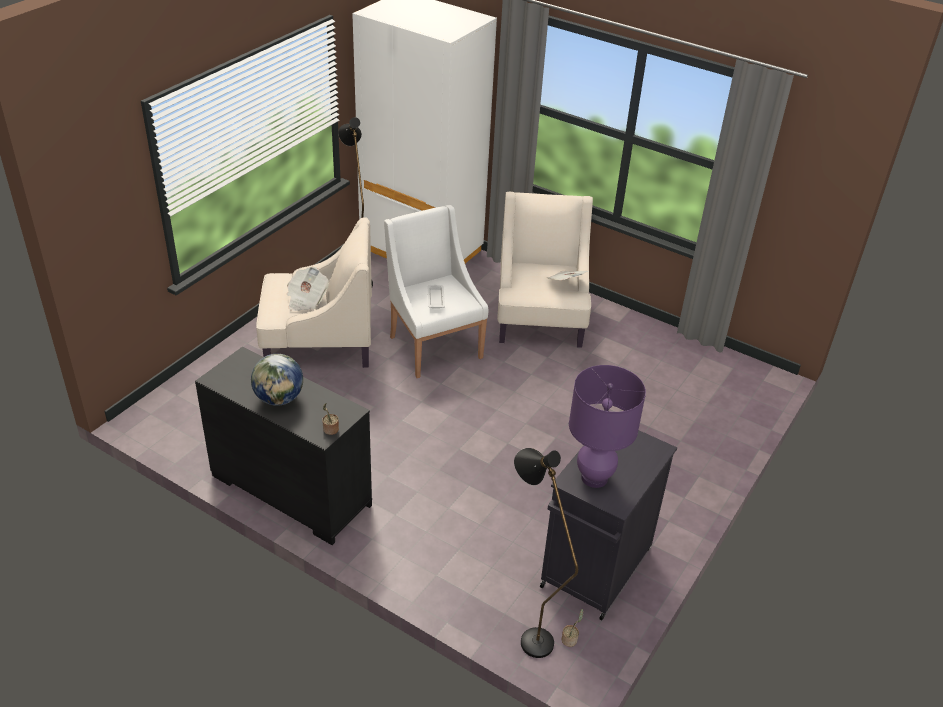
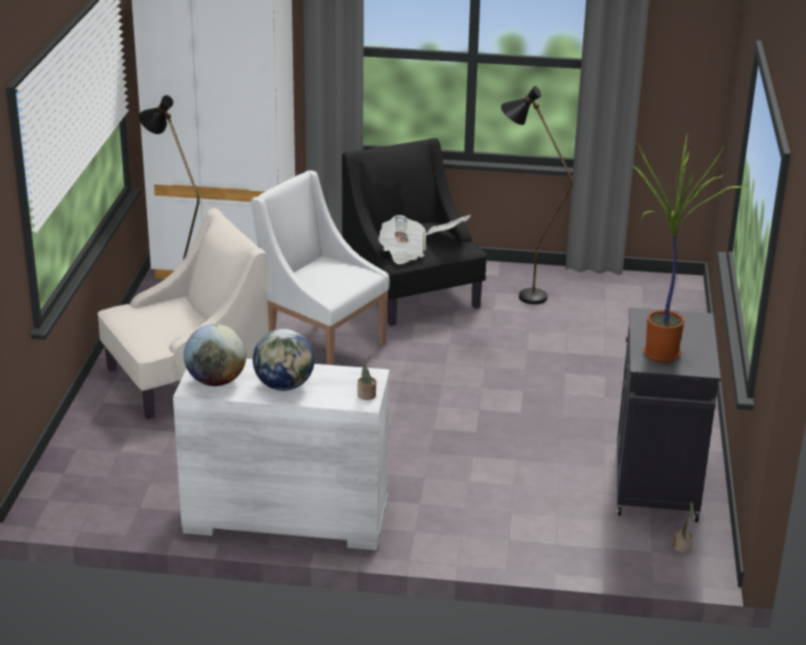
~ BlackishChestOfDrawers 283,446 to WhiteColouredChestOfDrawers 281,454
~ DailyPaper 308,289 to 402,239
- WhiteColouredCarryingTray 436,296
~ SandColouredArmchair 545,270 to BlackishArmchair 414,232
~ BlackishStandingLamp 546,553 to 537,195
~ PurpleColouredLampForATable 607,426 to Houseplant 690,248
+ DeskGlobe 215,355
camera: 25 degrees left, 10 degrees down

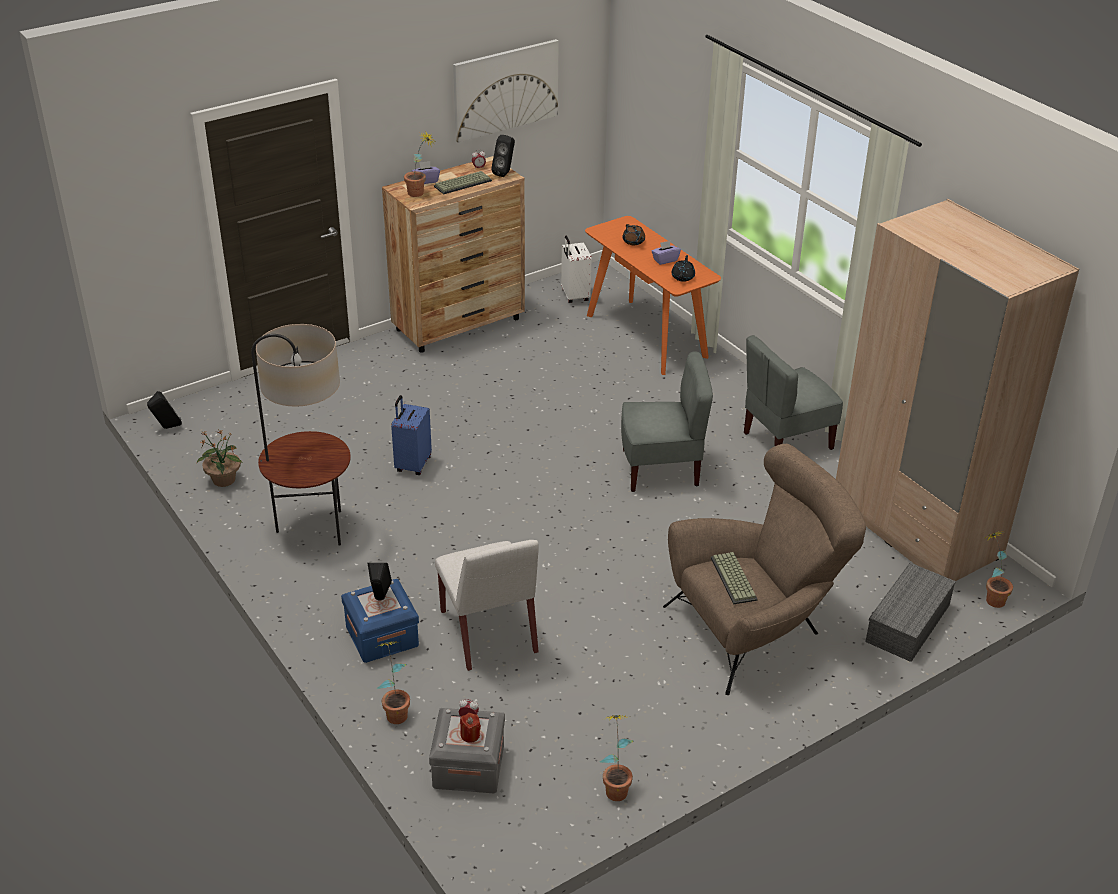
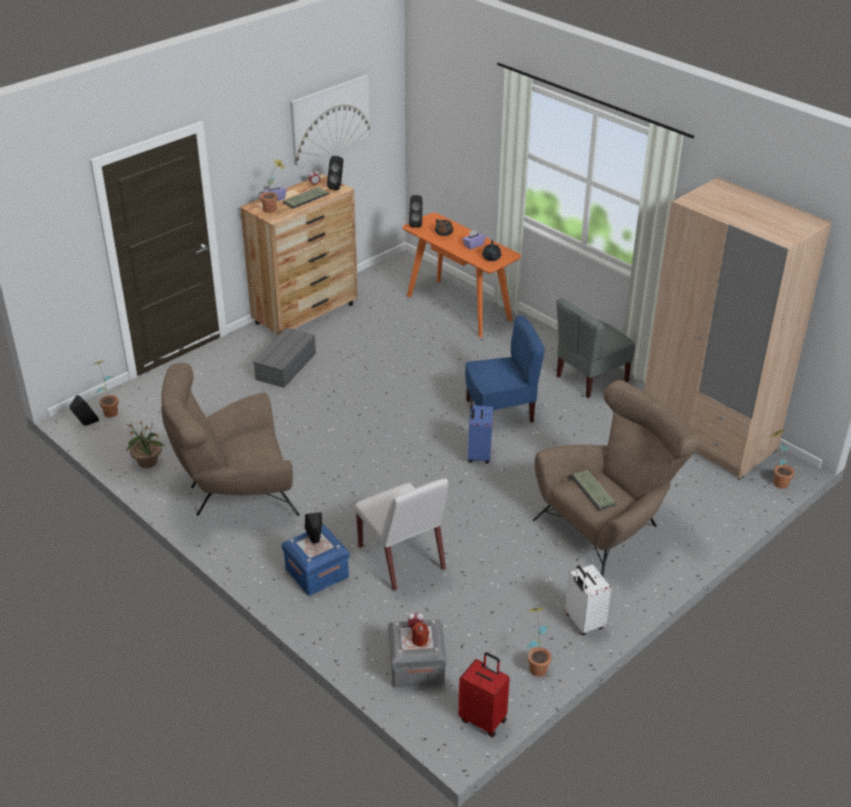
~ StandingLamp 301,435 to BrownishArmchair 230,439
~ Houseplant 392,683 to 106,388
~ BlueTravelCase 411,435 to 480,431
~ WhiteColouredTravelCase 576,269 to 588,599
~ GreyishUprightChair 667,422 to BlueUprightChair 505,369
~ GreyishStorageBin 910,612 to 284,358
+ BlackishLoudspeaker 415,211
+ RedColouredTravelCase 484,694
camera: 10 degrees left, 0 degrees up

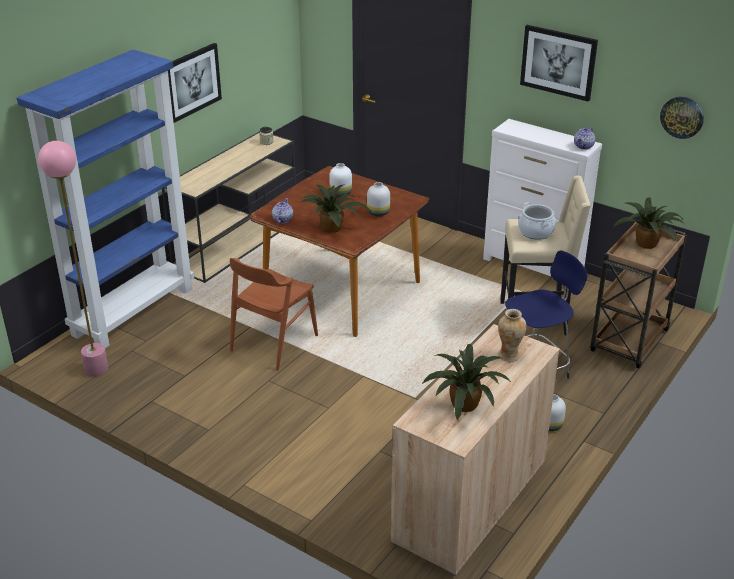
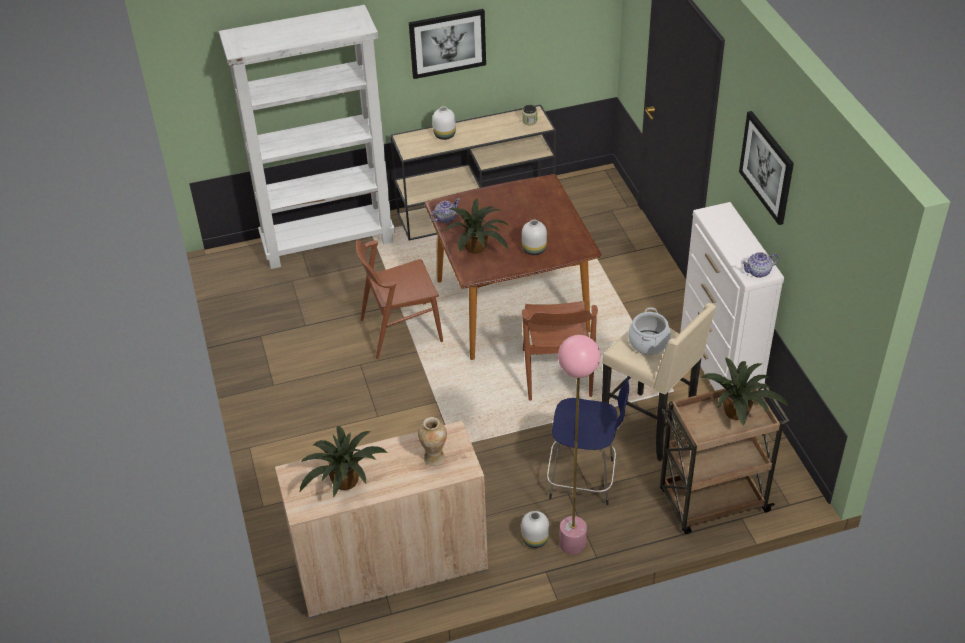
~ BlueShelvingUnit 105,199 to WhiteColouredShelvingUnit 307,137
~ PinkColouredStandingLamp 73,258 to 579,444
~ WhiteColouredDecorativeVase 340,180 to 444,123
- WallClock 682,118
+ BrownishUprightChair 560,351
camera: 40 degrees right, 10 degrees up

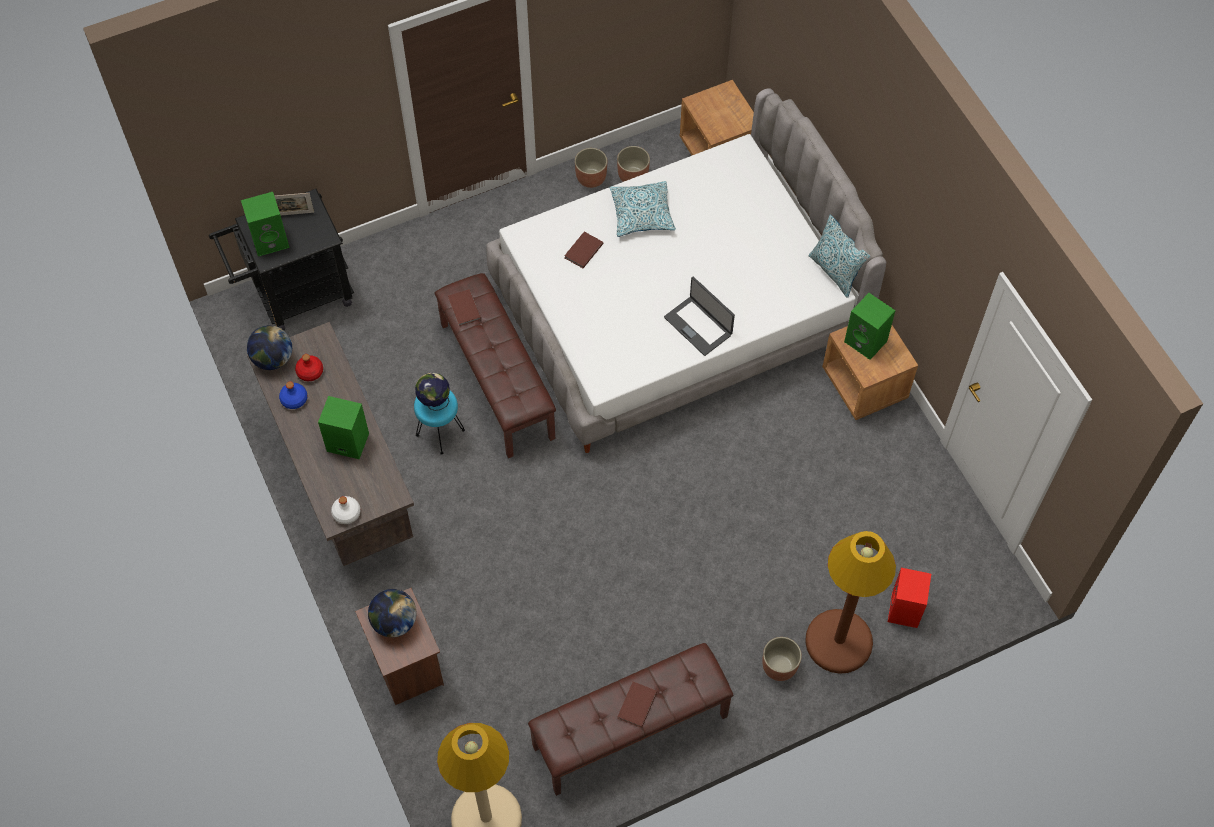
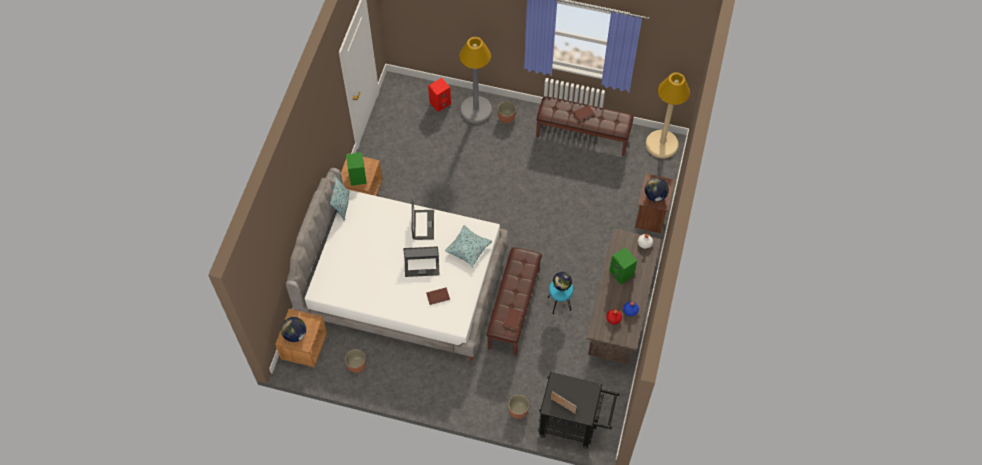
- GreenishLoudspeaker 265,224
~ DeskGlobe 269,347 to 293,329
~ PlantPot 591,168 to 518,407
~ Cushion 642,209 to 468,246
~ BrownishStandingLamp 850,602 to GreyishStandingLamp 475,80
+ Laptop 421,261
camera: 140 degrees left, 0 degrees up

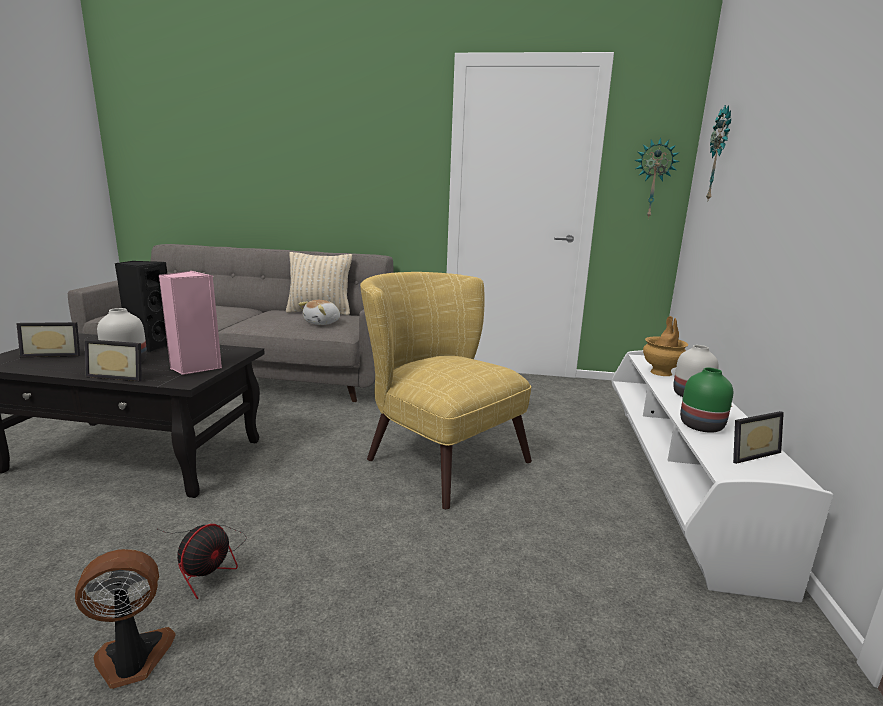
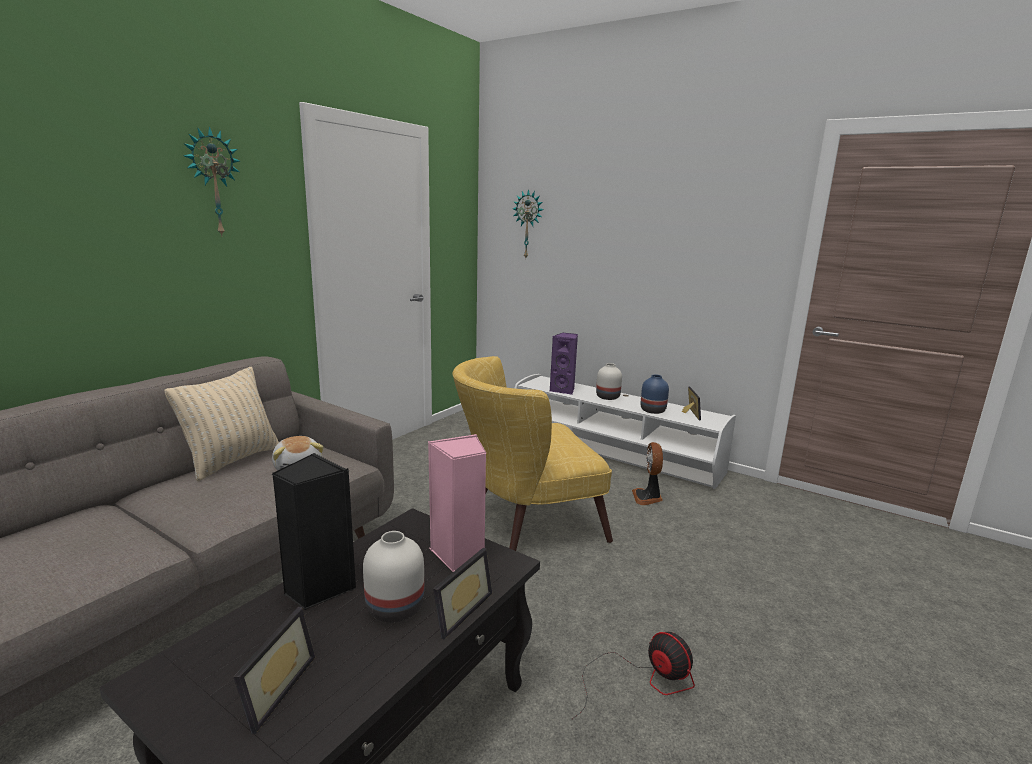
~ Fan 125,619 to 647,473
~ WallClock 657,178 to 211,181
~ BrownishDecorativeVase 665,346 to PurpleColouredLoudspeaker 564,364
~ GreenishDecorativeVase 706,400 to BlueDecorativeVase 654,394
camera: 65 degrees left, 0 degrees up

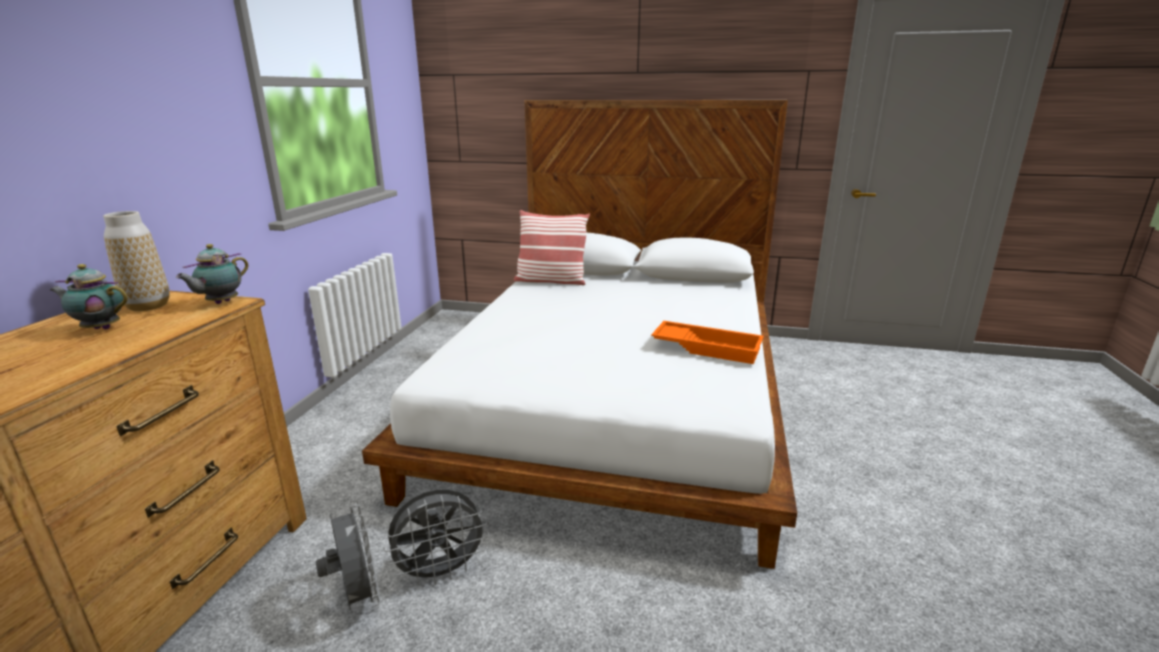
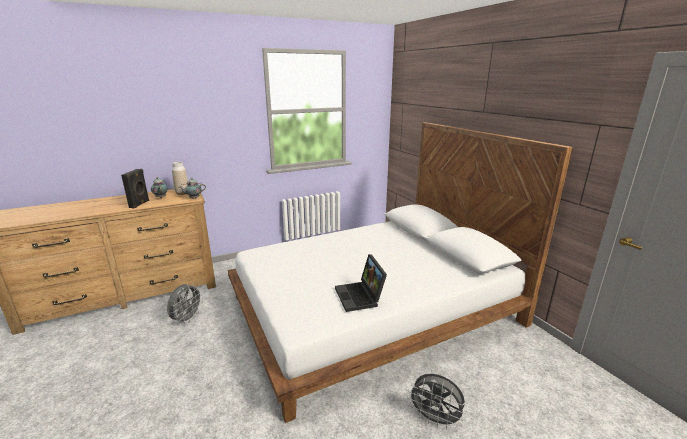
~ GreyishFan 436,537 to 437,401
- Cushion 552,247
~ OrangeyCarryingTray 707,342 to Laptop 361,283
+ BlackishLoudspeaker 135,189
camera: 50 degrees right, 0 degrees up

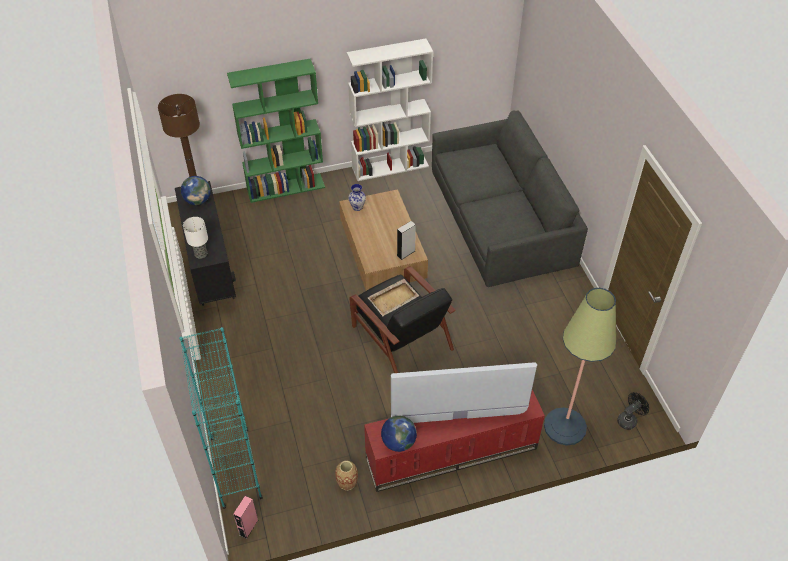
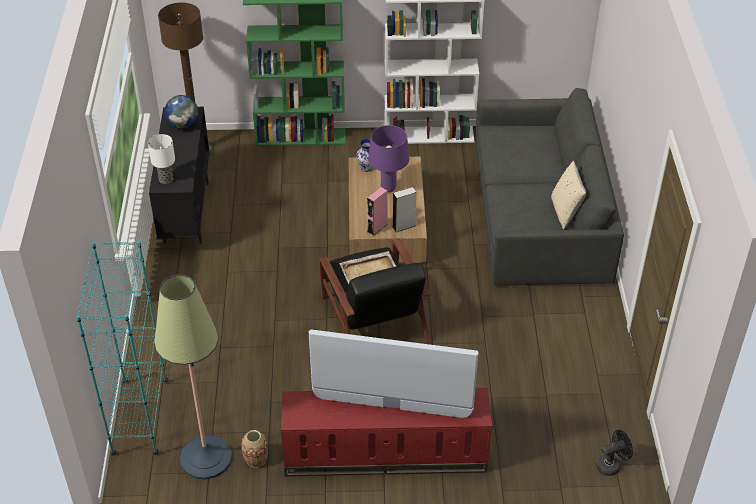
~ PinkColouredLoudspeaker 245,517 to 377,211
- DeskGlobe 399,434
~ StandingLamp 580,367 to 193,377
+ PurpleColouredLampForATable 388,158
+ SandColouredCushion 568,195
camera: 15 degrees right, 5 degrees down

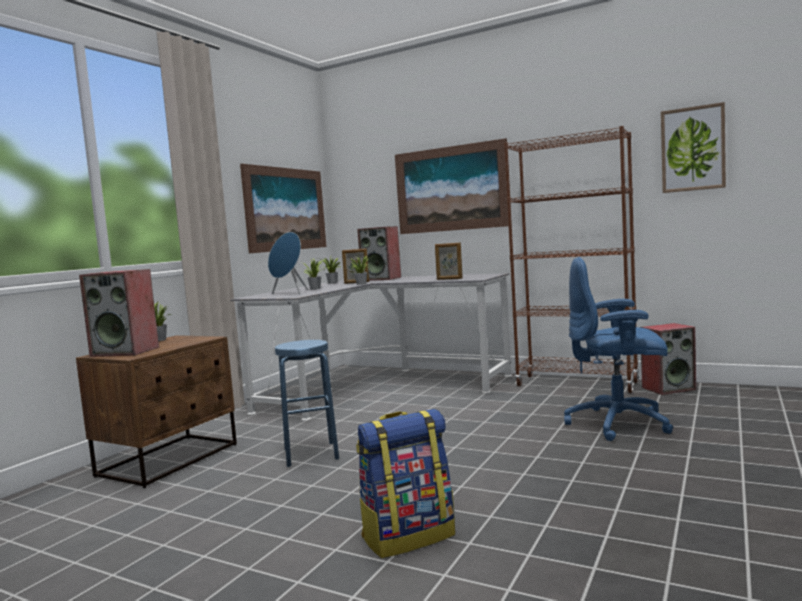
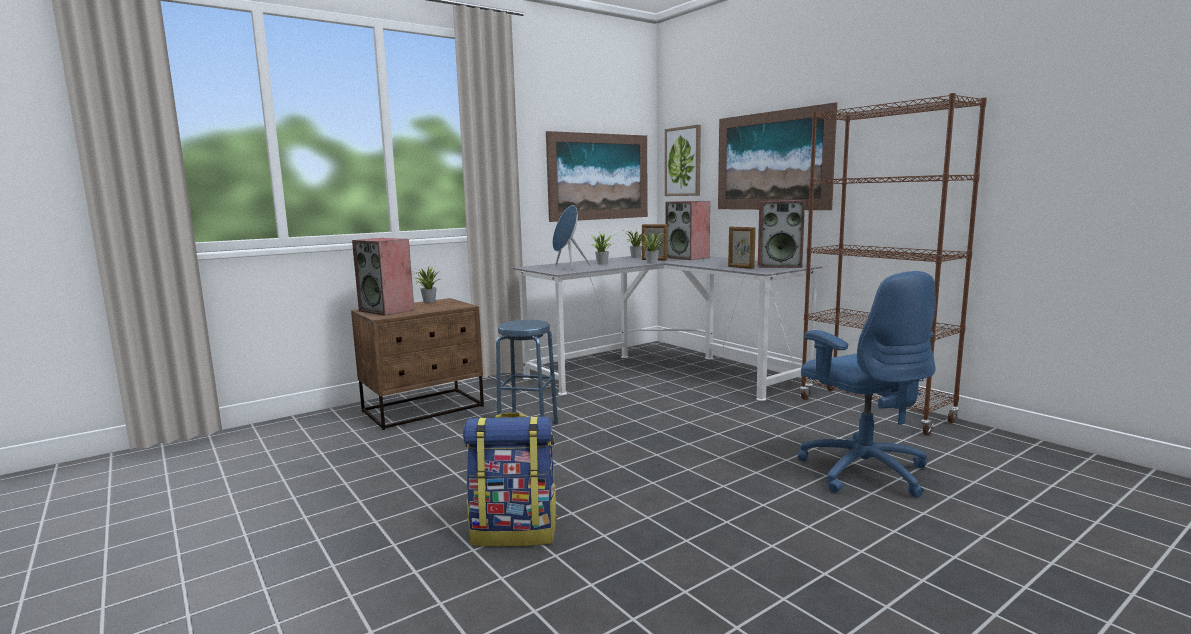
~ BlueOfficeChair 618,349 = 867,384 150 degrees counterclockwise
~ Loudspeaker 668,359 to 781,234
~ Picture 693,147 to 683,160
camera: 25 degrees right, 5 degrees up

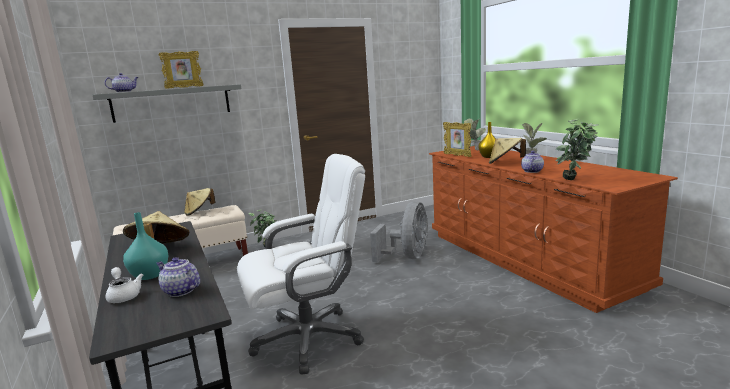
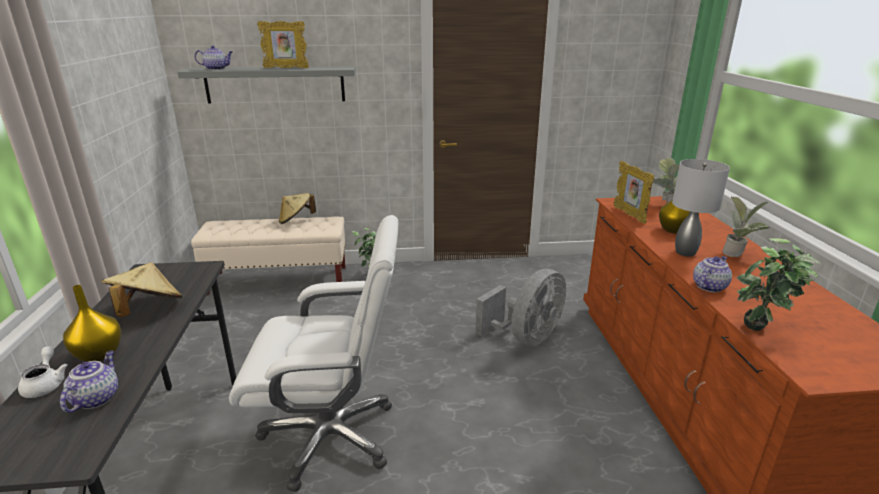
~ TurquoiseDecorativeVase 145,246 to YellowColouredDecorativeVase 92,323
~ PotForTea 178,277 = 89,381 45 degrees clockwise
~ SandColouredHat 507,151 to GreyishLampForATable 701,208
camera: 20 degrees right, 10 degrees up

